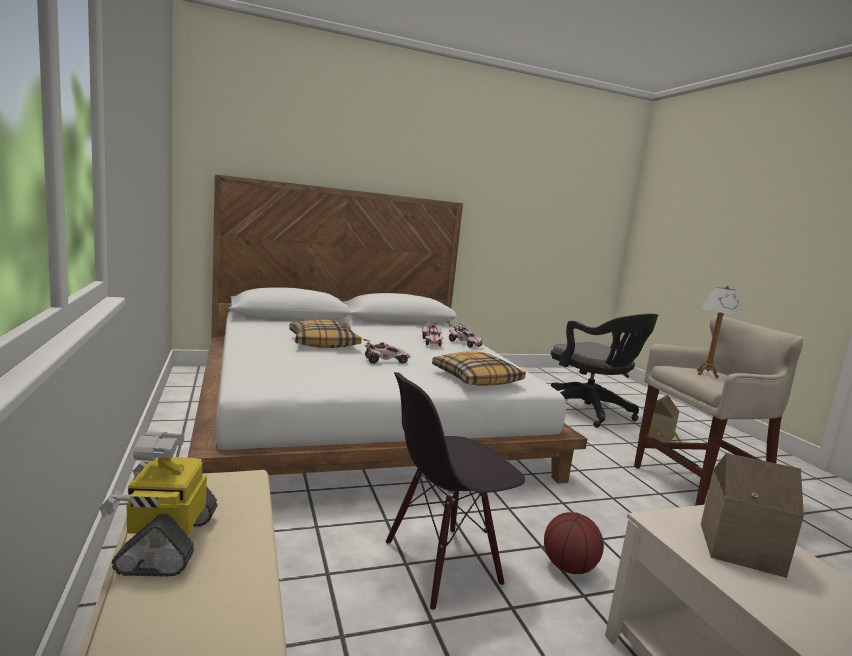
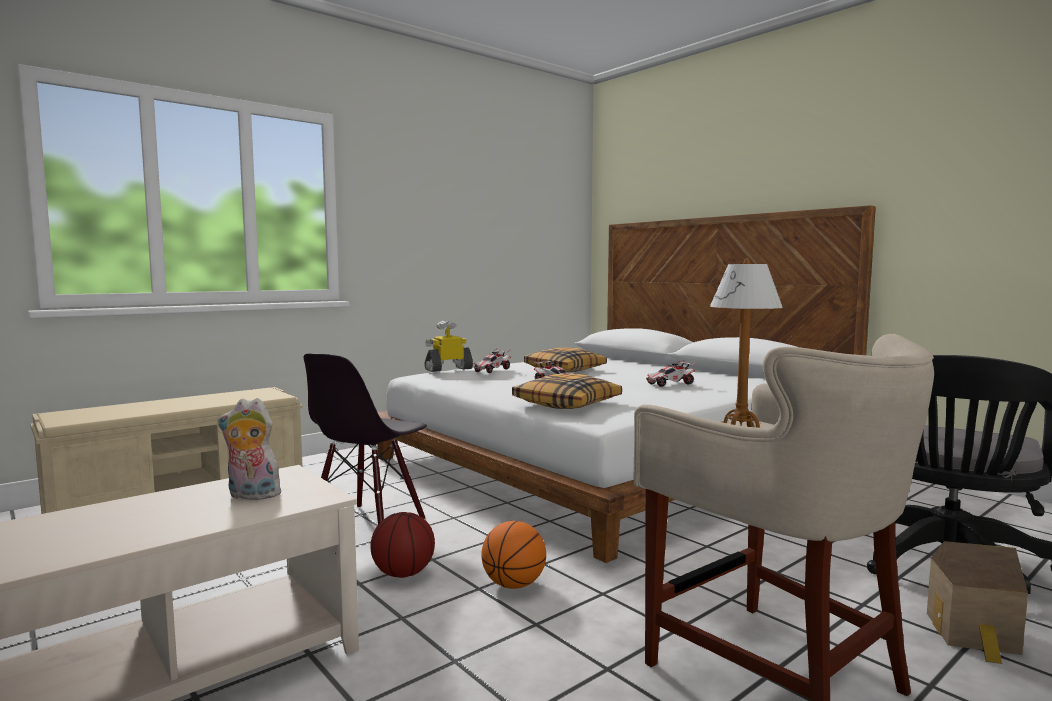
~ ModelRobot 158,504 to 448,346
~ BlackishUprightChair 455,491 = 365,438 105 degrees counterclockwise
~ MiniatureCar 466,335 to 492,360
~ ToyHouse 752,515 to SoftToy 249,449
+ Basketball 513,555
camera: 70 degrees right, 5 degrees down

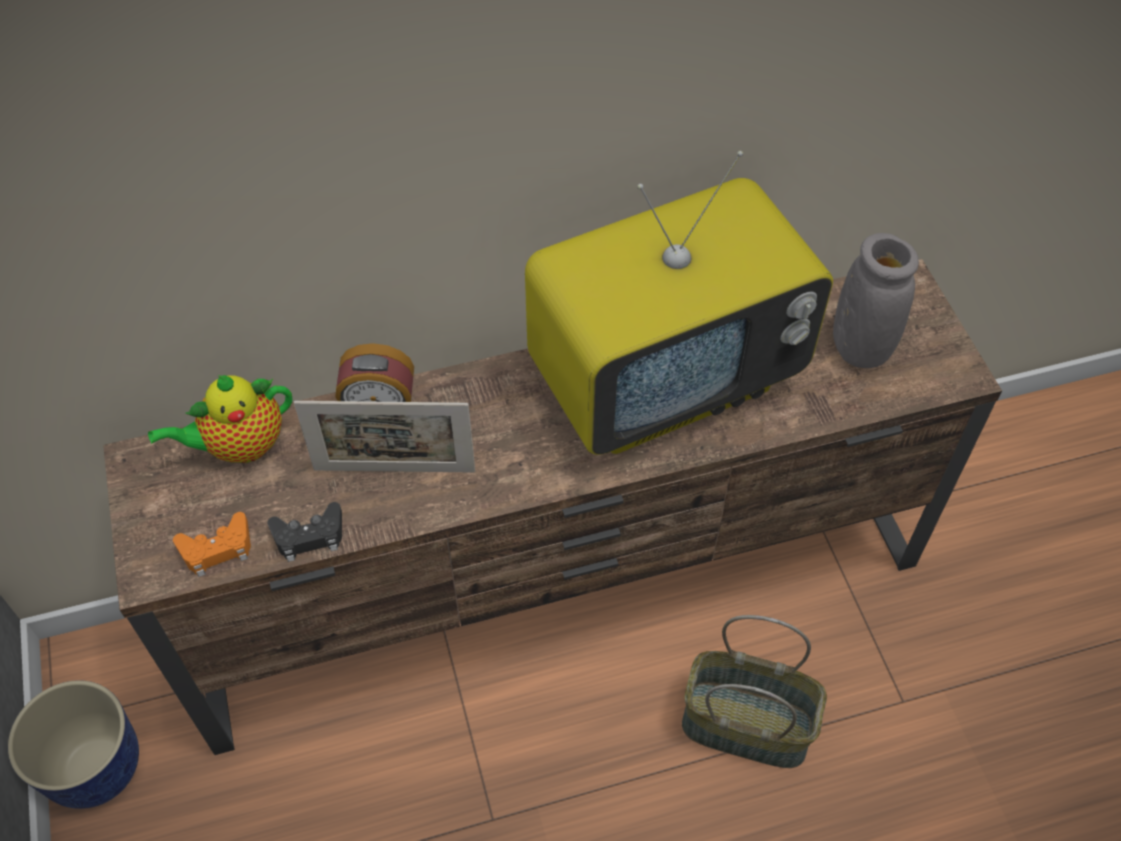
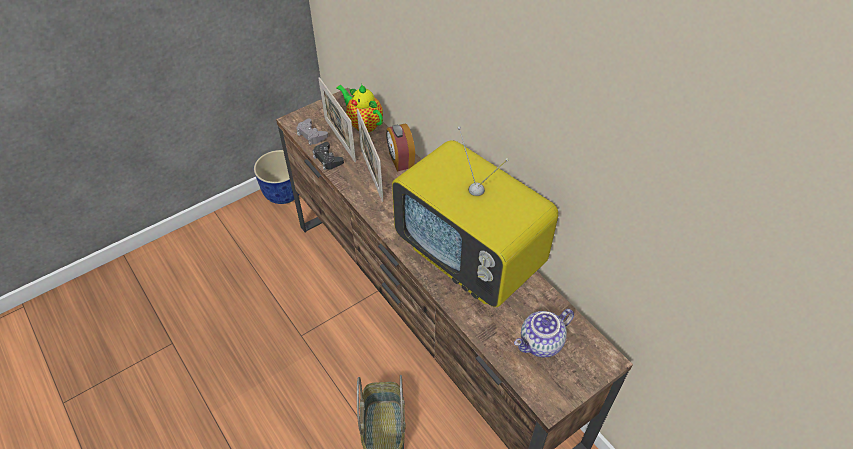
~ OrangeyJoypad 212,544 to GreyishJoypad 312,132
~ GreyishDecorativeVase 876,300 to PotForTea 544,333
+ PhotoFrame 337,119
camera: 70 degrees right, 5 degrees down

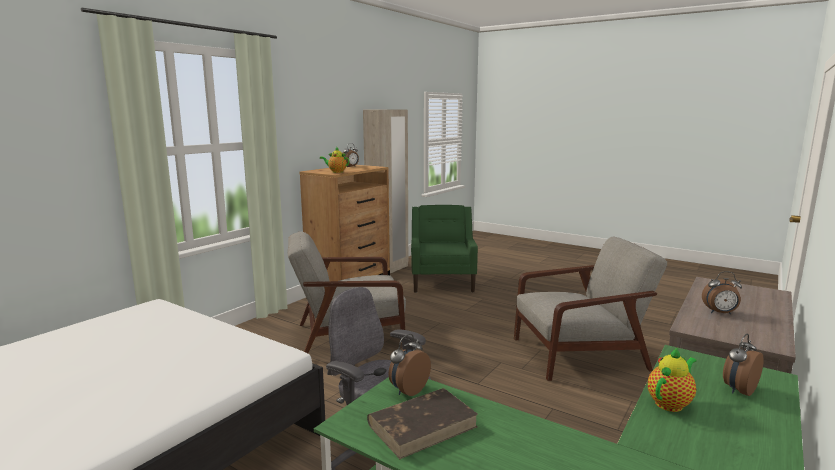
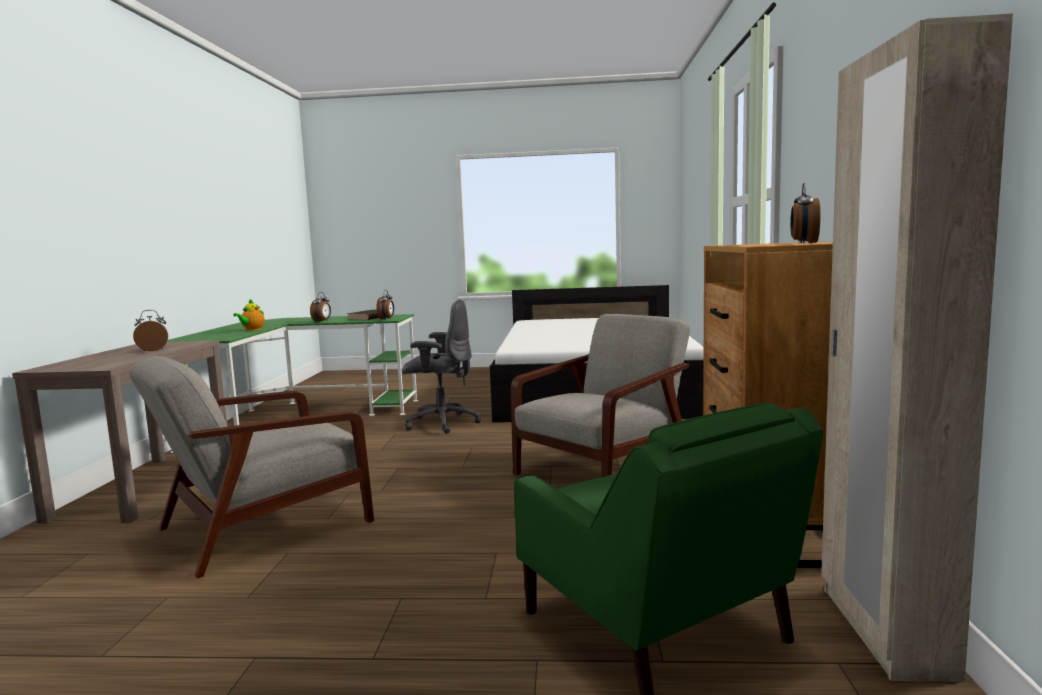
- PotForTea 334,160
~ TableClock 743,365 to 320,307
camera: 150 degrees right, 5 degrees down

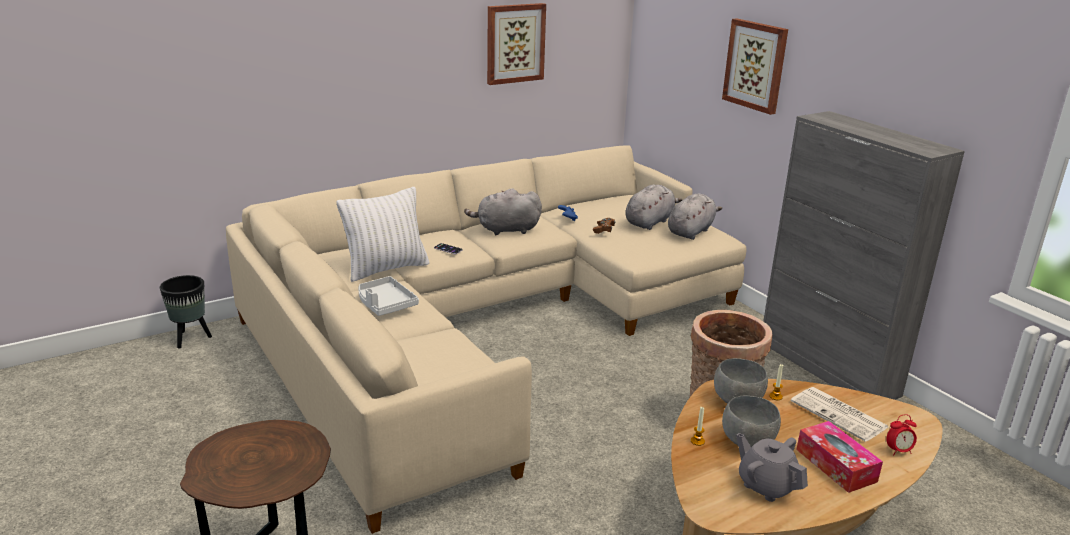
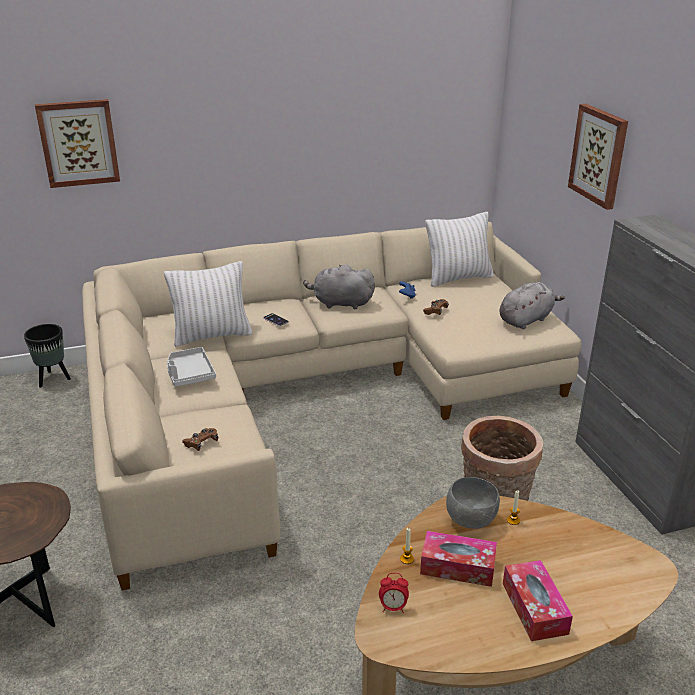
~ Picture 516,44 to 77,143
- GreyishSoftToy 654,207
~ GreyishDeepDish 751,421 to TissueBox 458,559
- GreyishPotForTea 772,467
- DailyPaper 839,414
~ TableClock 901,435 to 394,593
+ BrownishJoypad 200,439
+ WhiteColouredCushion 459,249
camera: 15 degrees right, 5 degrees up

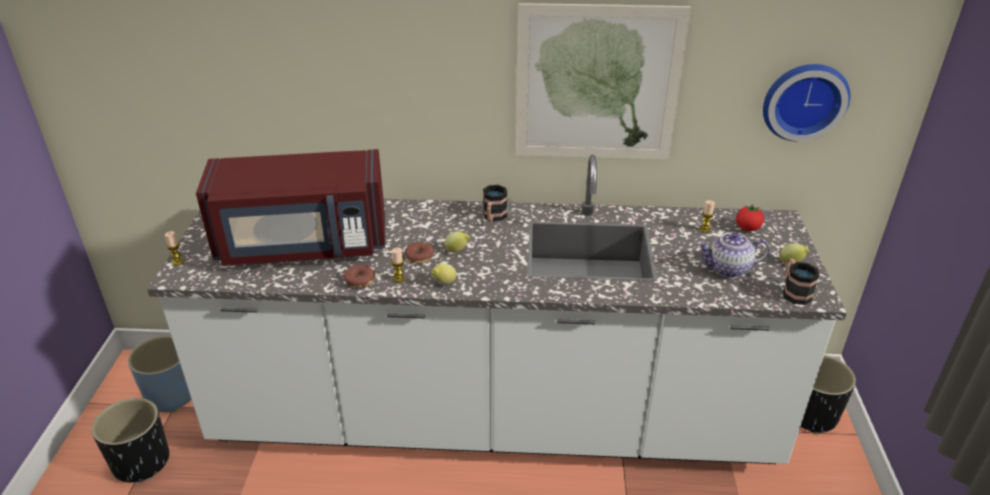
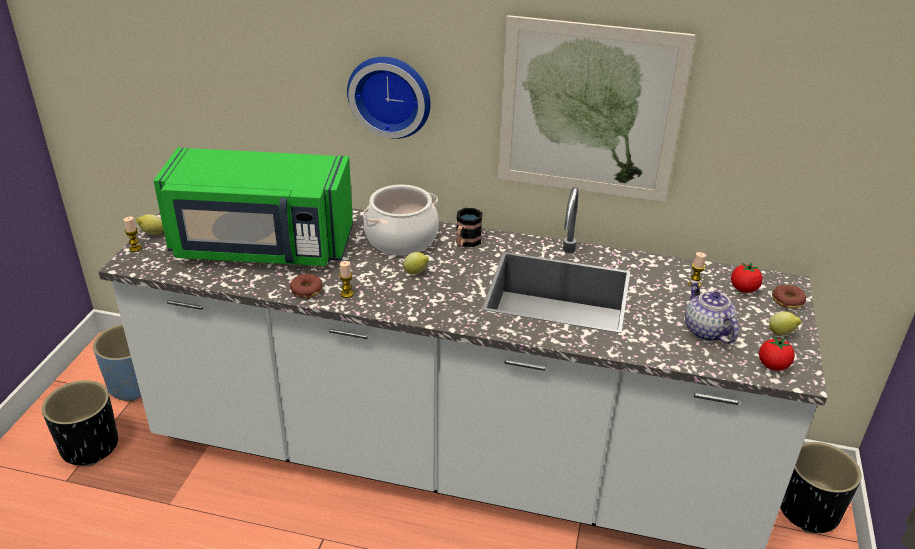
~ RedColouredKitchenMicrowave 290,207 to GreenishKitchenMicrowave 253,207
~ Donut 419,253 to 789,296
~ WholeLemon 444,273 to 150,224
~ PotForTea 733,255 = 712,312 60 degrees clockwise
~ WallClock 806,102 to 388,98
~ TeaMug 801,281 to Tomato 777,353
+ Stockpot 401,220
camera: 10 degrees right, 0 degrees up

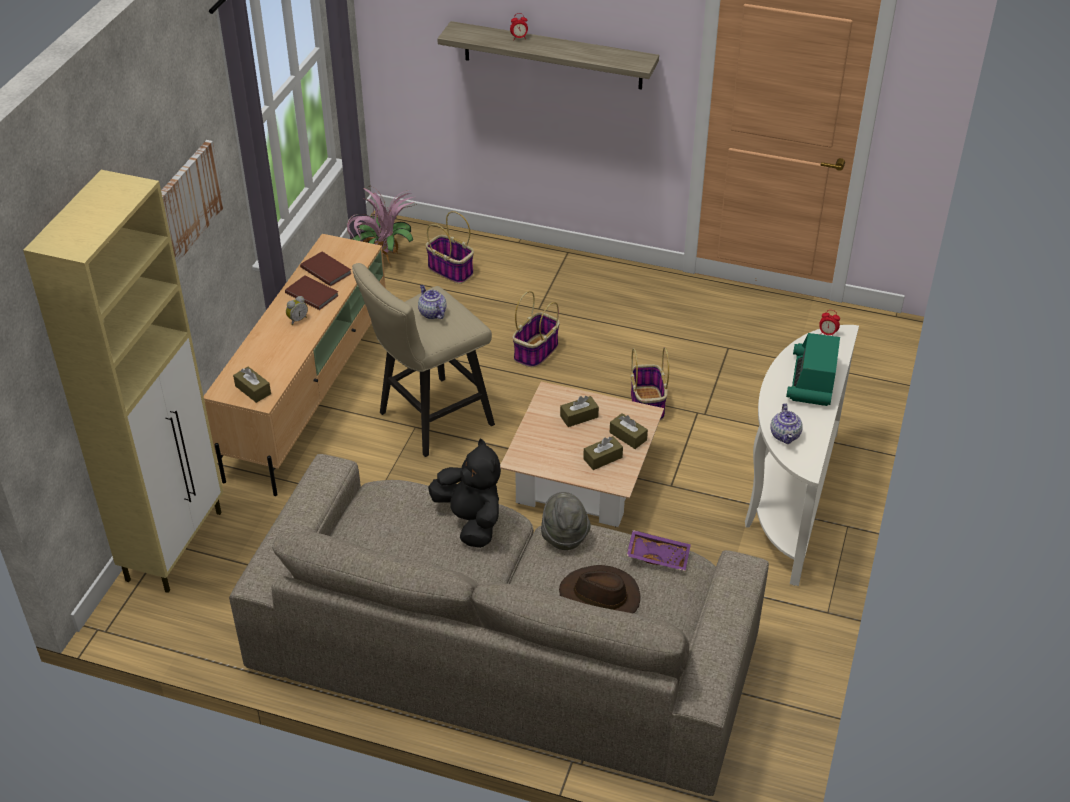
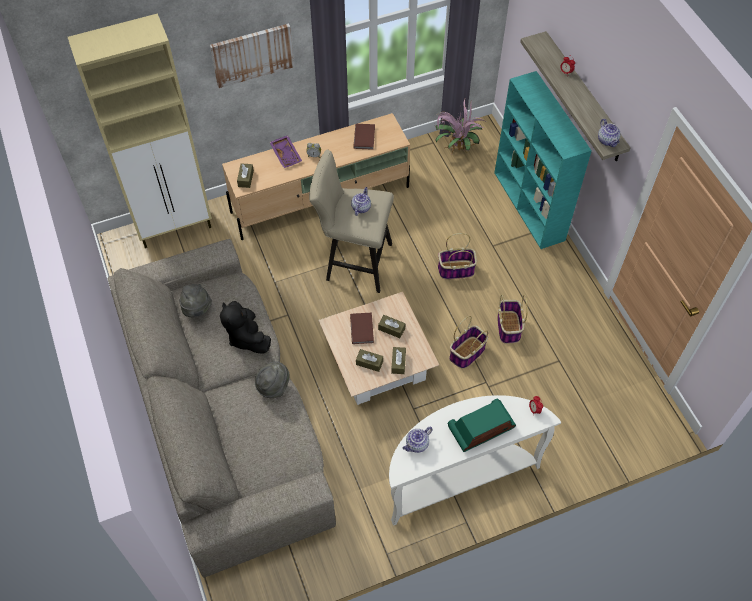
~ BrownishBook 312,292 to 362,328
~ Basket 450,247 to 512,319
~ BlackishSoftToy 464,493 = 245,327 135 degrees clockwise
- BrownishHat 599,589
~ PurpleColouredCarryingTray 658,550 to 285,151
+ GreyishHat 195,300
+ TurquoiseShelvingUnit 543,160
+ PotForTea 609,133
camera: 50 degrees right, 15 degrees up

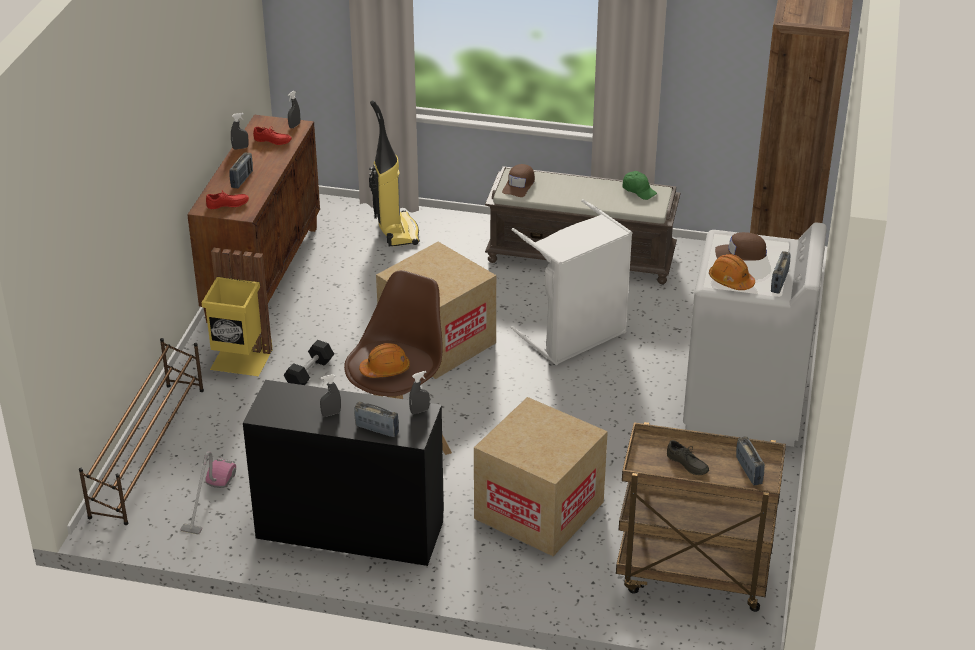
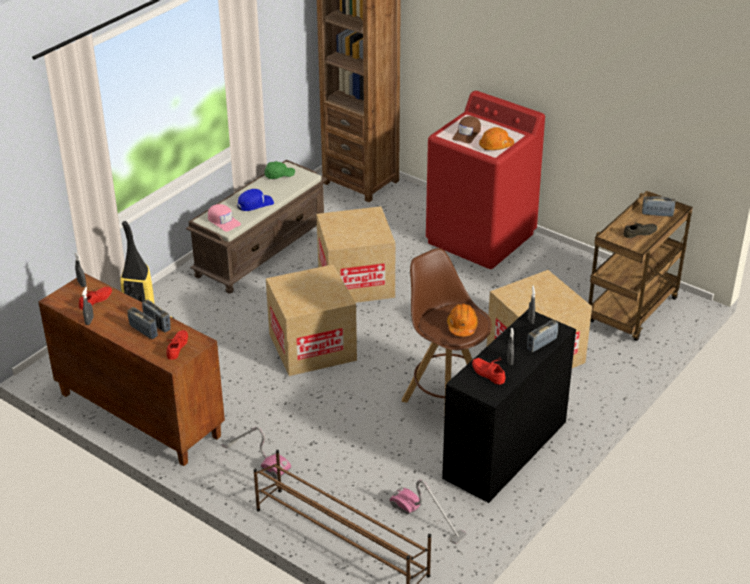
~ YellowColouredWasteBin 237,312 to VacuumCleaner 256,453
- BlackishFreeWeight 309,362
~ BrownishCap 518,180 to PinkColouredCap 224,218
~ WhiteColouredWashingBasket 571,282 to CardboardBox 355,254
~ WhiteColouredWashingMachine 755,334 to RedColouredWashingMachine 485,180
~ RadioReceiver 781,272 to 156,316
+ BlueCap 255,200
+ RedColouredItemOfFootwear 488,371
camera: 65 degrees left, 0 degrees up

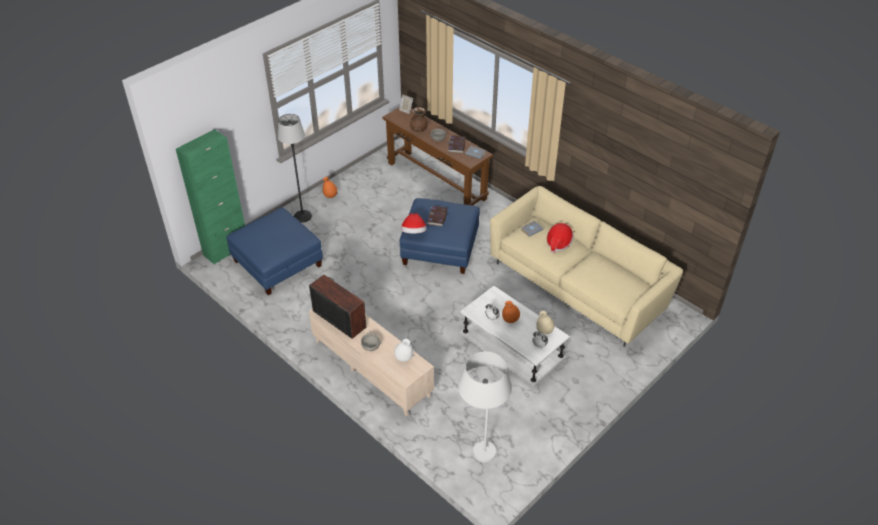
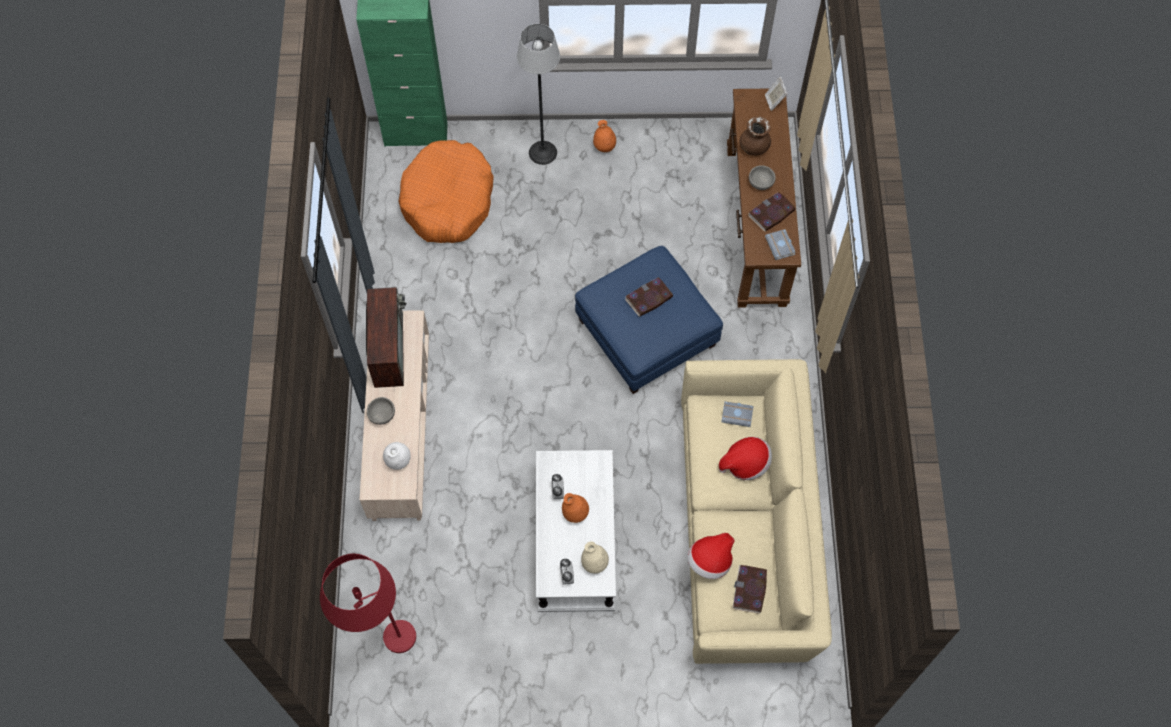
~ BluePouffe 274,251 to OrangeyDogBed 446,191
~ Hat 414,223 to 711,556
~ WhiteColouredStandingLamp 485,406 to RedColouredStandingLamp 368,603
+ Book 750,589
camera: 45 degrees right, 20 degrees up

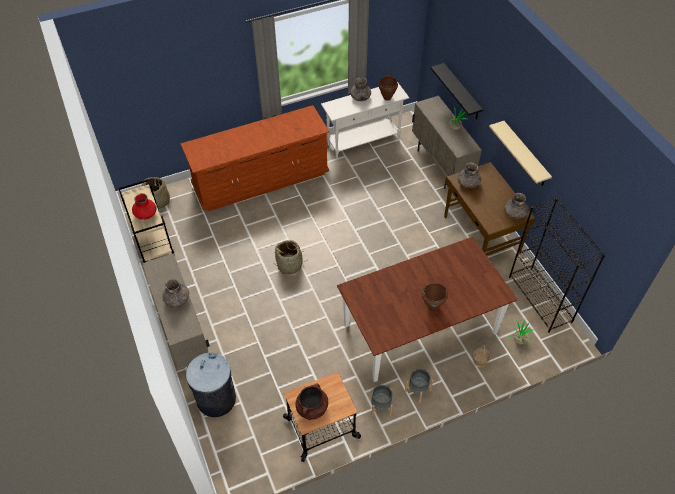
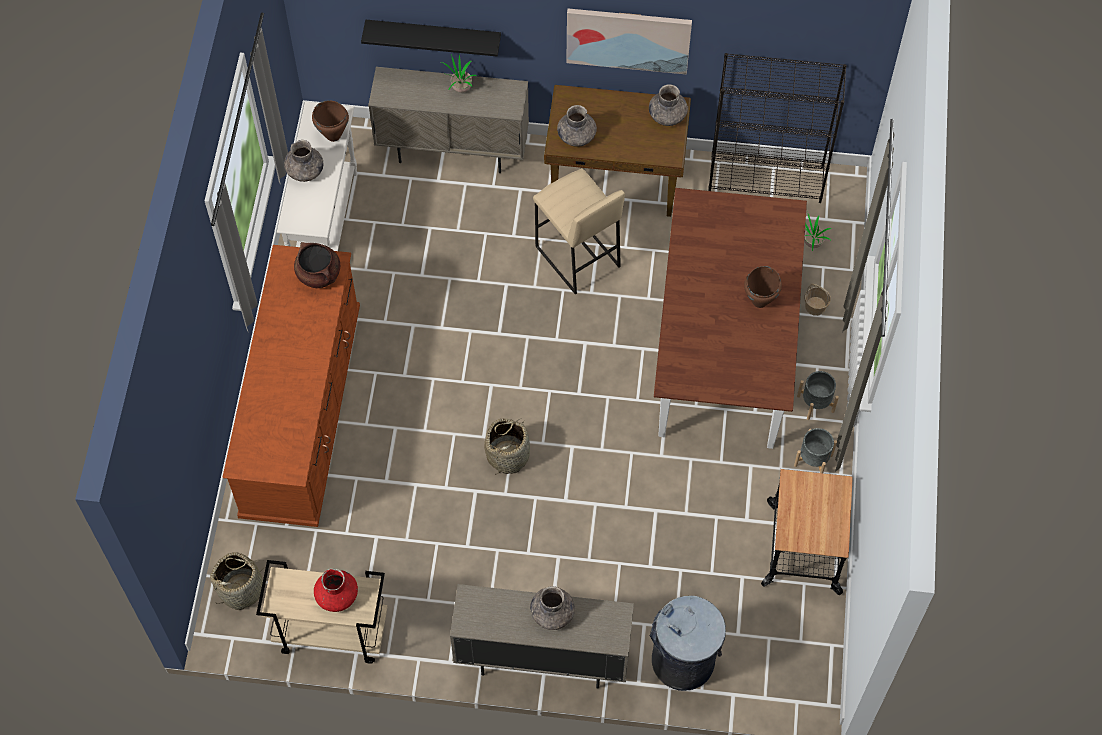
~ BrownishStockpot 312,401 to 317,265
~ SandColouredBracketShelf 520,153 to Picture 629,41
+ SandColouredStool 579,231
camera: 60 degrees left, 10 degrees up

